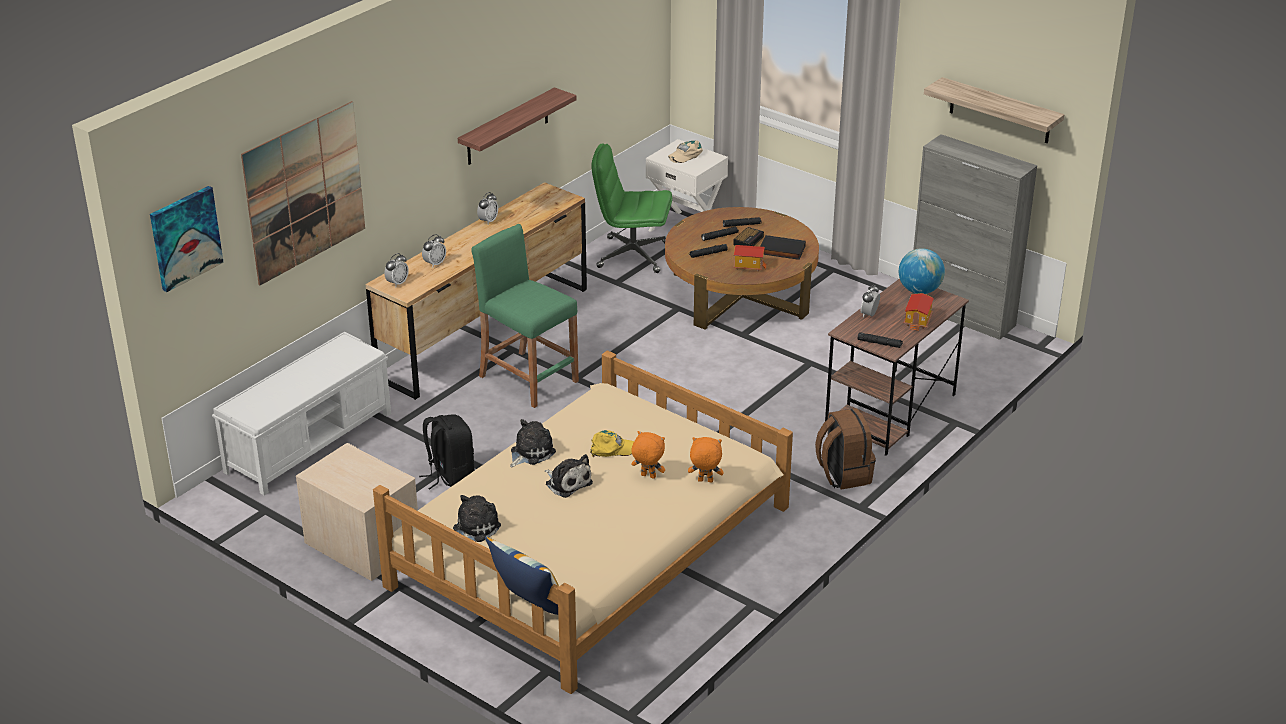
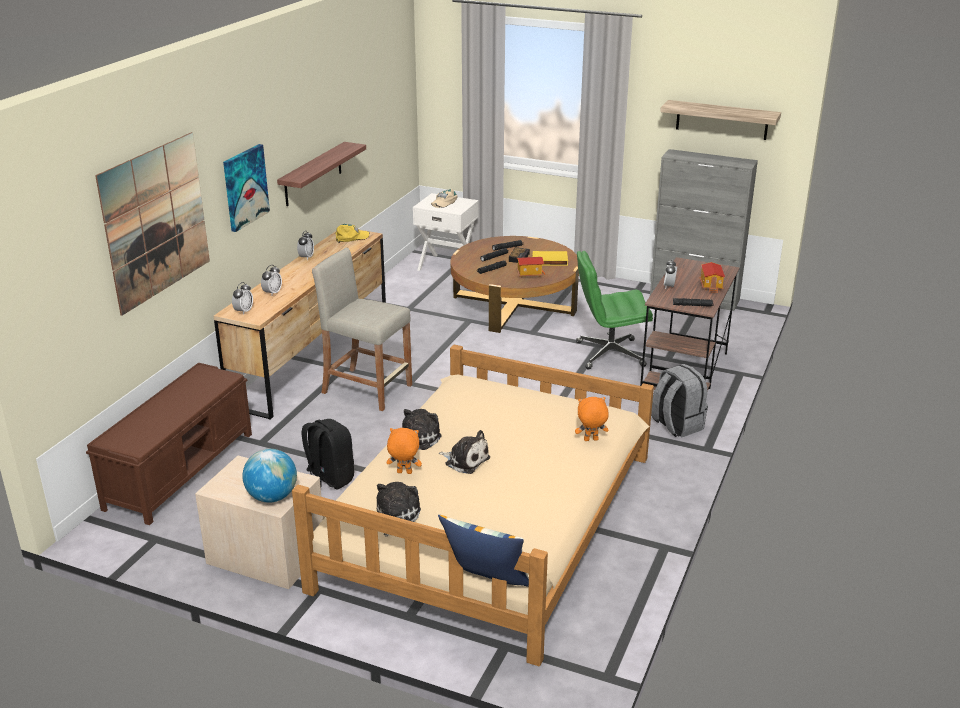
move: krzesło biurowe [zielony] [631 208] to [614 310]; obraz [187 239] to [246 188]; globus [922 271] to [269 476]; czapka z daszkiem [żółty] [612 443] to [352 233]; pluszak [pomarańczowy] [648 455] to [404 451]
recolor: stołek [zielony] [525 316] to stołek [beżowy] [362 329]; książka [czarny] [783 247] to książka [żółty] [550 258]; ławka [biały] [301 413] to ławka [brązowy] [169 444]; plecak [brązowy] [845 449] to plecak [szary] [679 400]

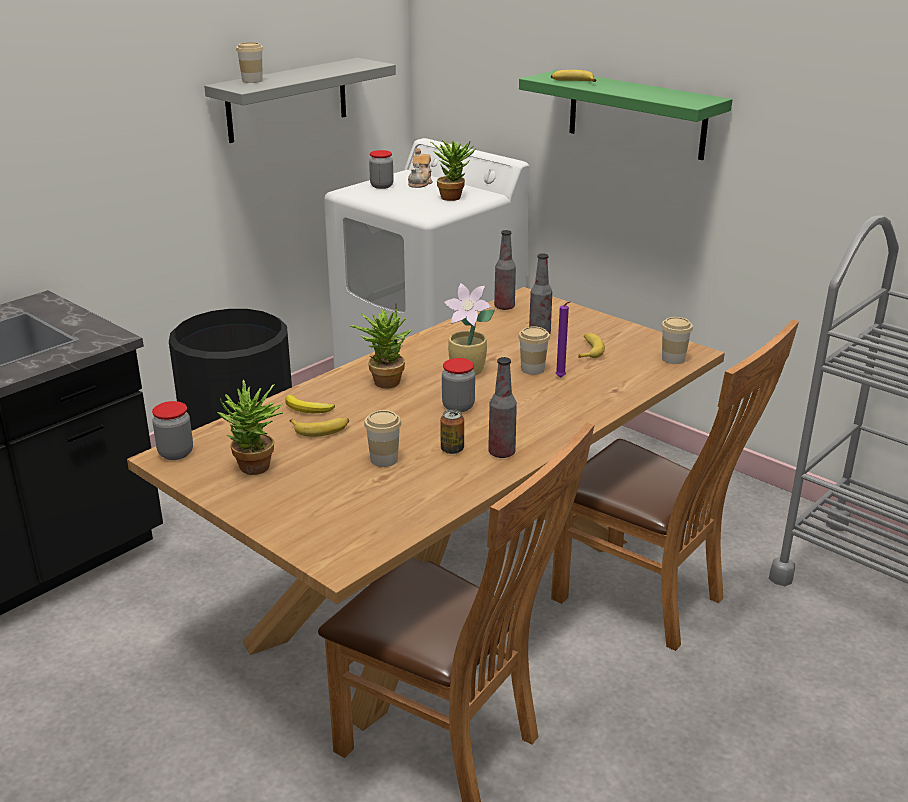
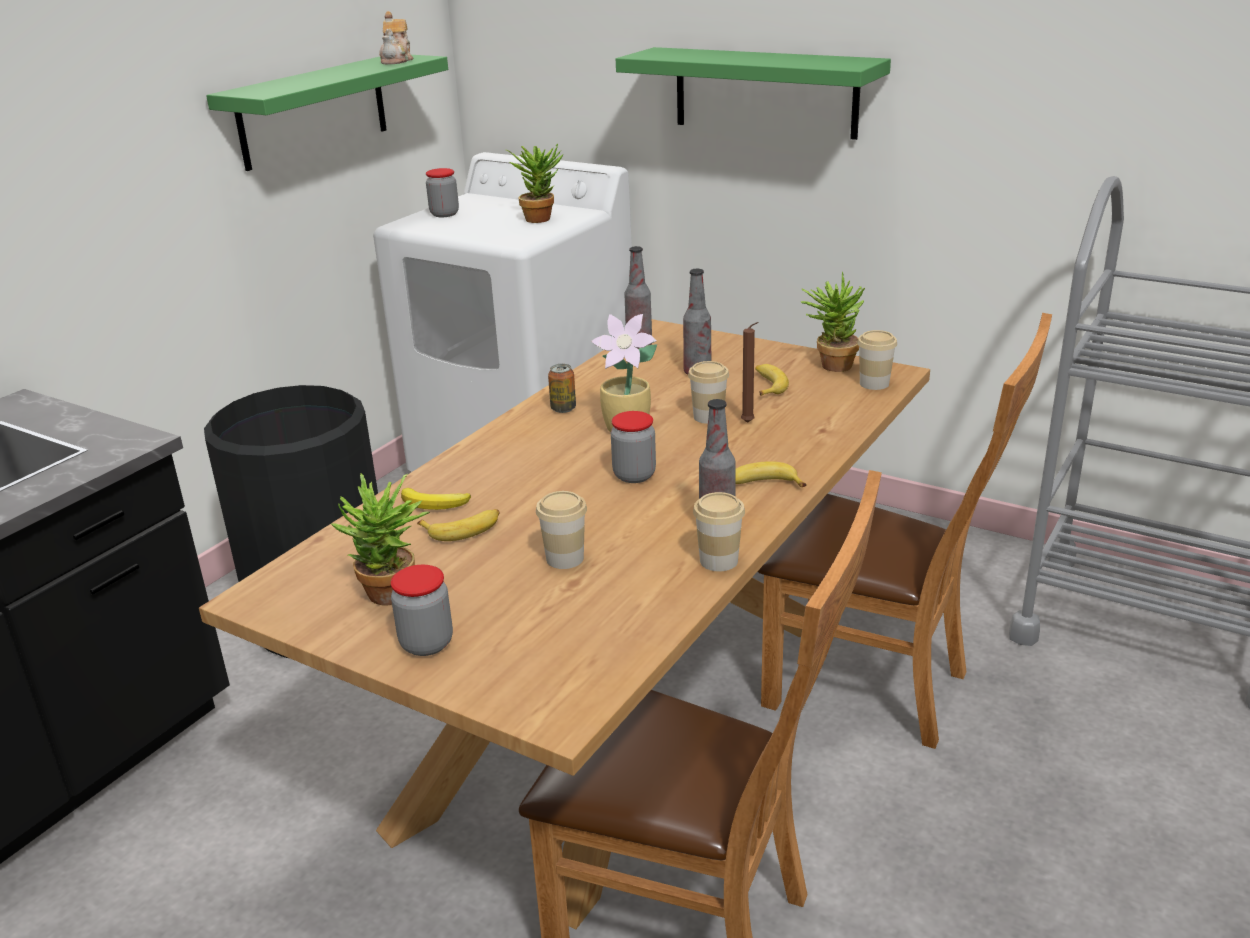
move: filiżanka [249 62] to [719 531]; banan [574 76] to [771 474]; imbryk [420 168] to [396 37]; roślina doniczkowa [381 346] to [833 322]; słoik [172 430] to [422 610]; puszka [452 431] to [562 388]
recolor: półka [szary] [300 100] to półka [zielony] [327 113]; świeca [fioletowy] [562 340] to świeca [brązowy] [750 372]

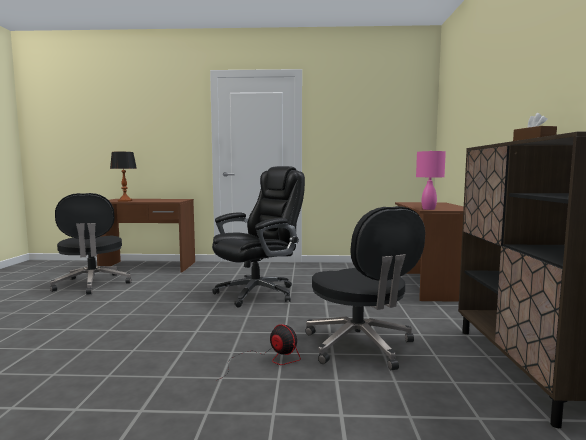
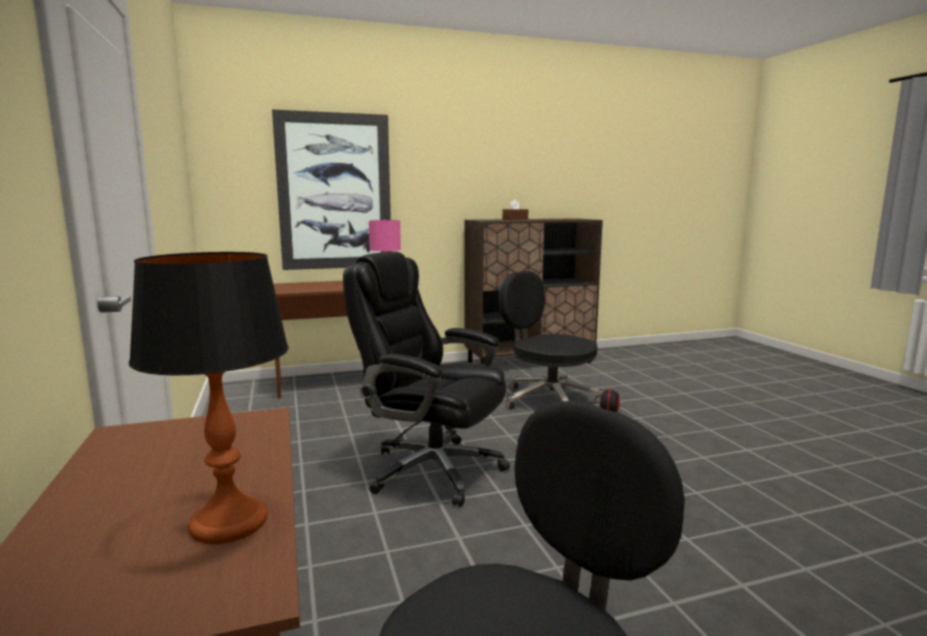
insert: obraz [331 190]
rotate: krzesło biurowe [czarny] [365 288] = [551 340] 90 degrees counterclockwise

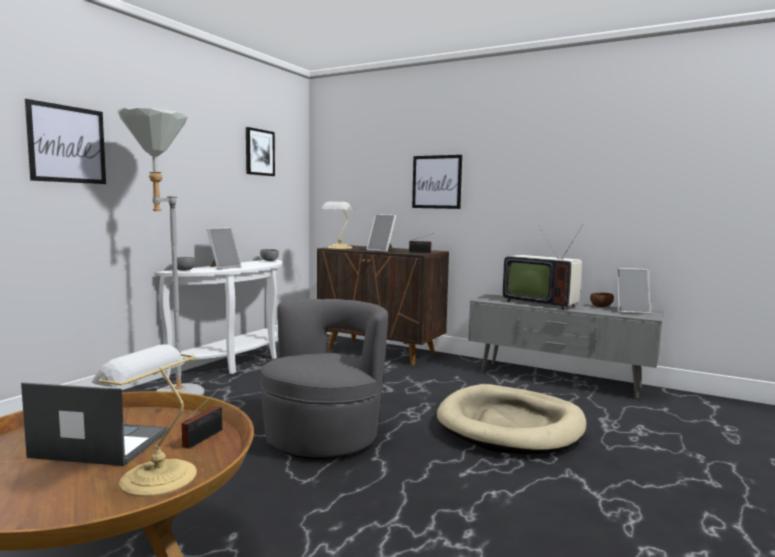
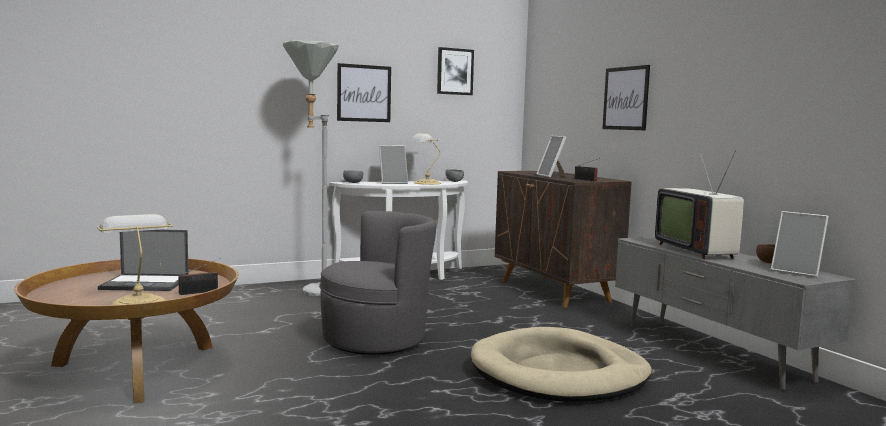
move: obraz [65 141] to [364 92]; lampa stołowa [338 225] to [426 159]
rotate: laptop [94 424] = [143 260] 135 degrees clockwise

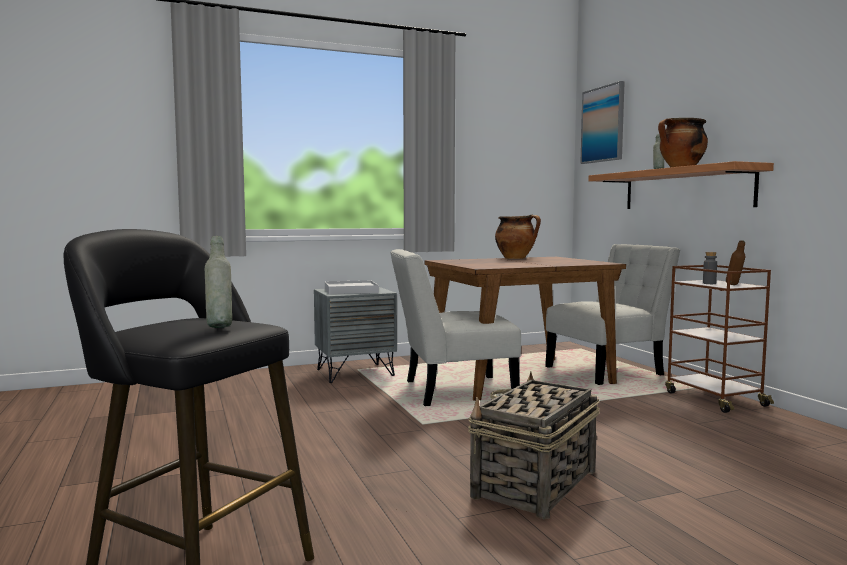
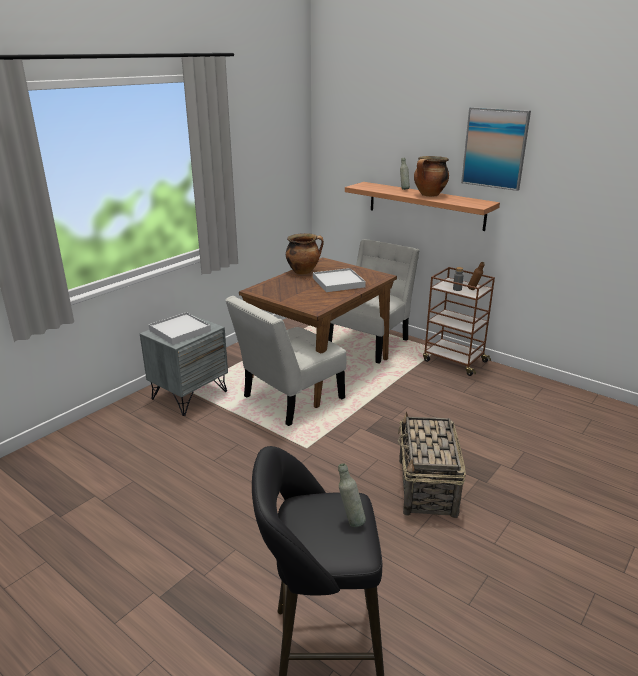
insert: taca [biały] [339 280]
move: obraz [602 122] to [496 149]

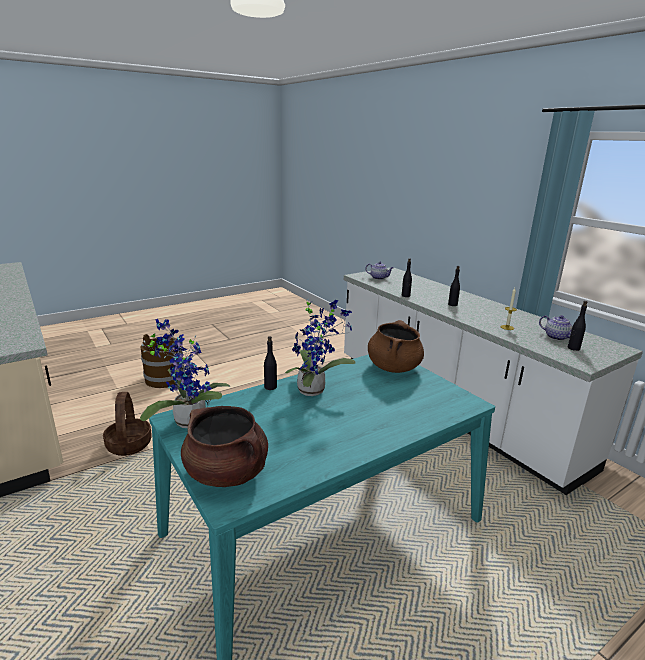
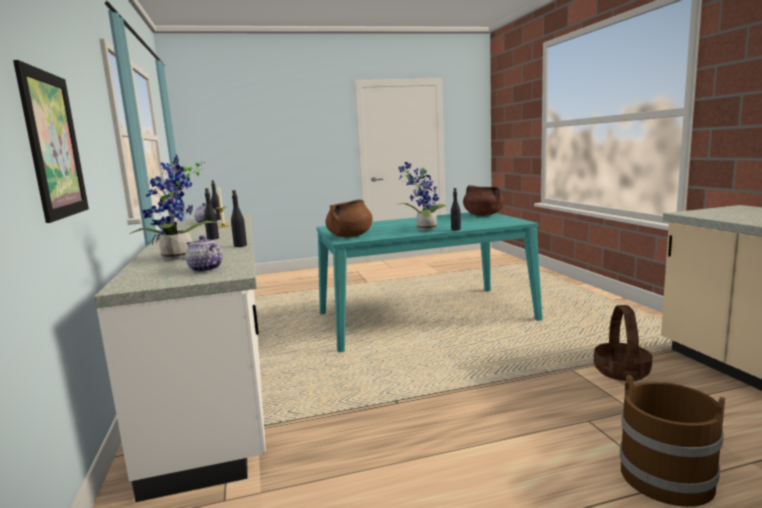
insert: obraz [51 141]
move: roślina doniczkowa [185 373] to [177 207]

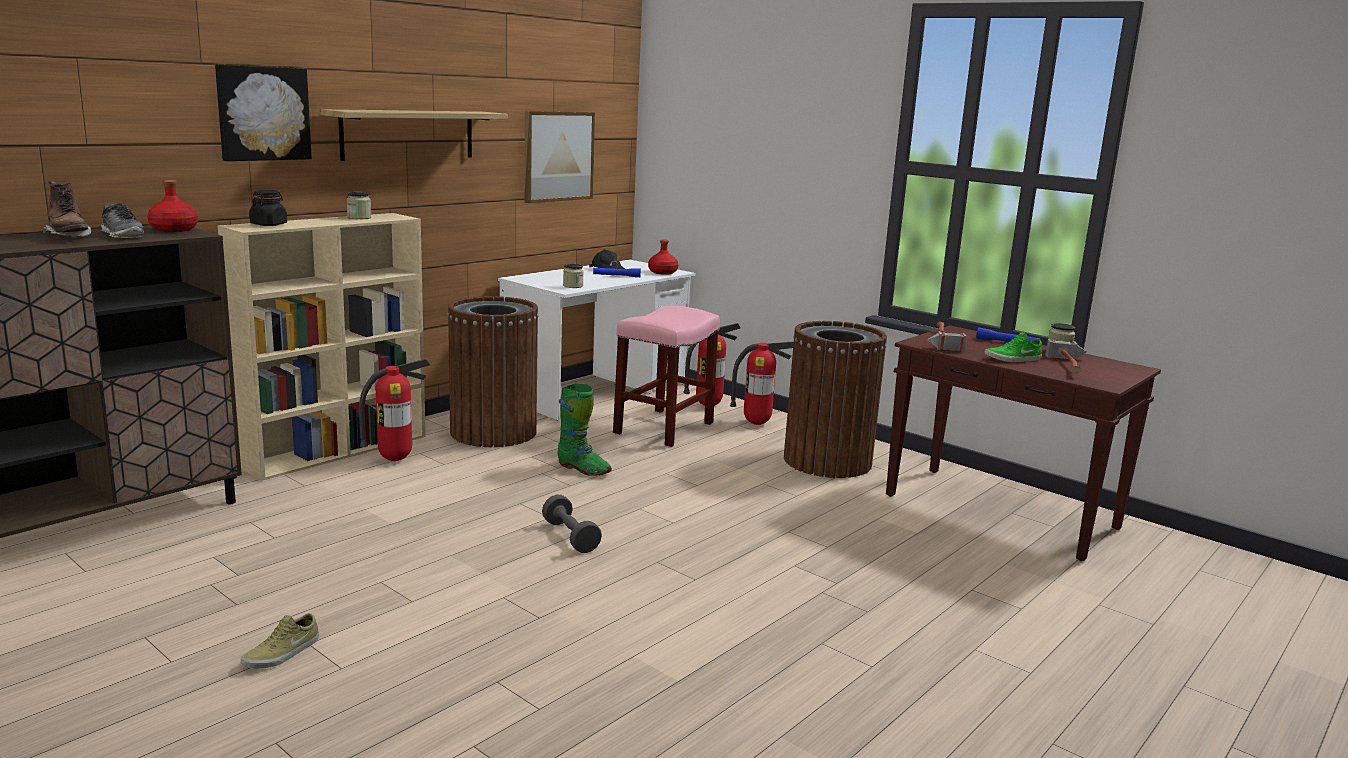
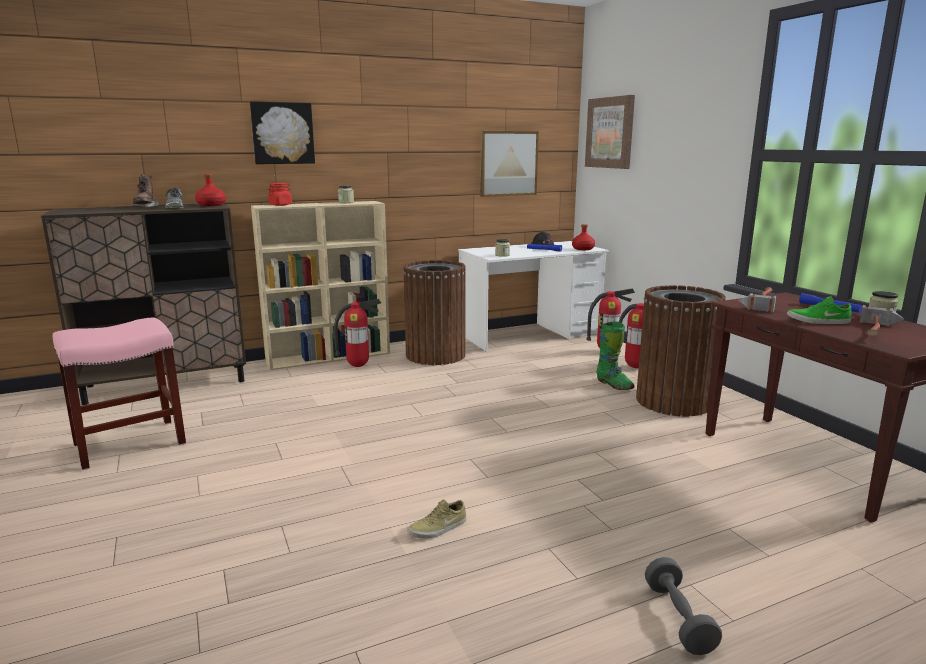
delete: półka [414 135]
insert: obraz [610 132]
move: stołek [różowy] [666 377] to [119 394]; but z cholewką [zielony] [584 429] to [615 355]; hantel [szary] [572 524] to [683 606]; but [beżowy] [280 640] to [437 519]
recolor: słoik [czarny] [268 208] to słoik [czerwony] [280 194]

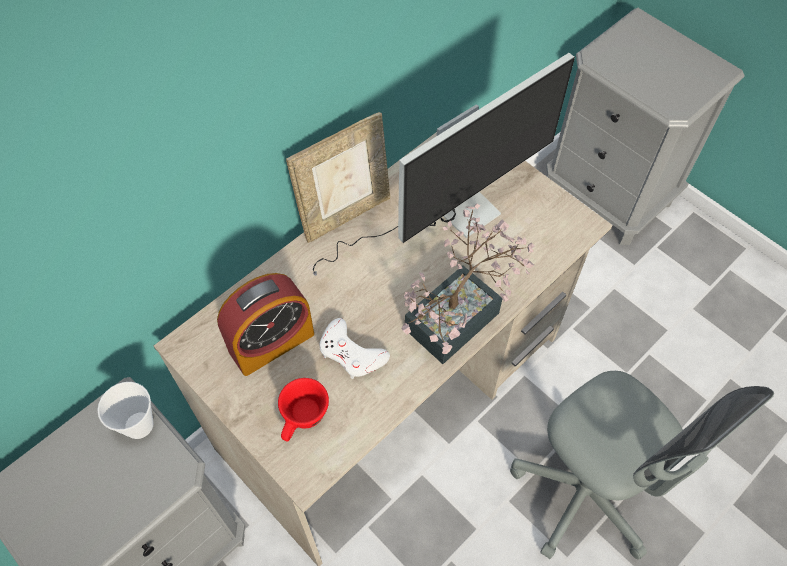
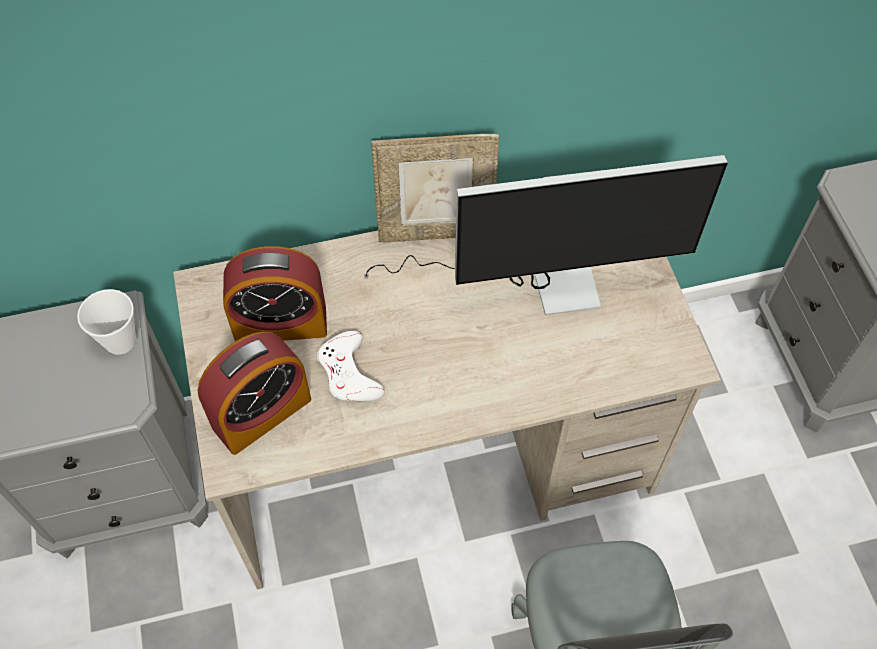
delete: roślina doniczkowa [468 284]
replace: filiżanka [czerwony] [303 409] to budzik [254 393]

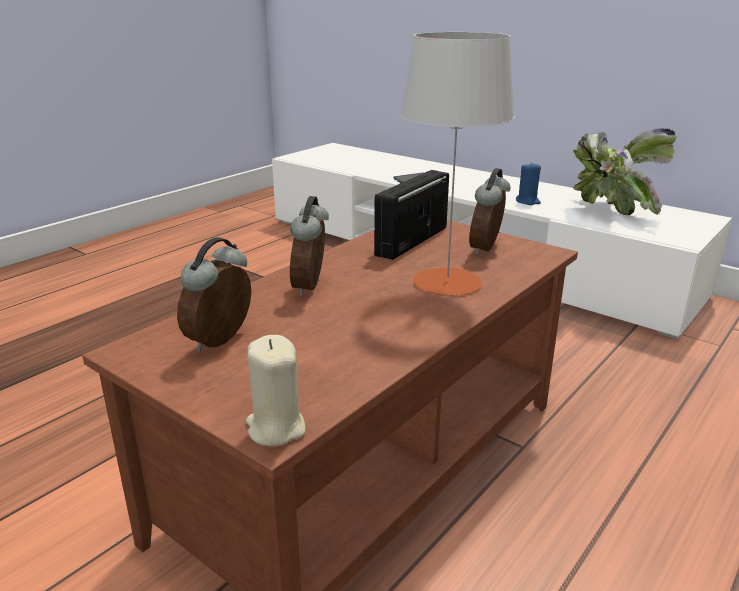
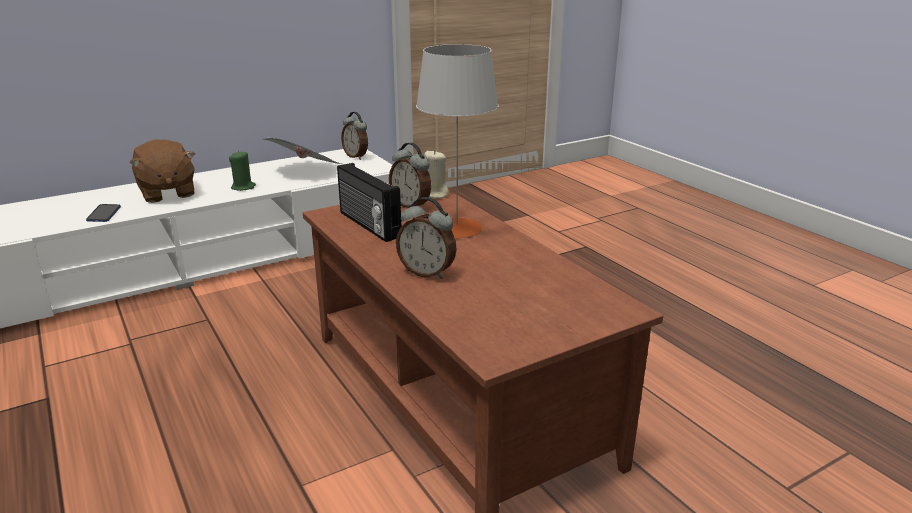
insert: pluszak [brązowy] [162 171]
move: budzik [214 294] to [354 136]; świeca [beżowy] [276 391] to [436 174]
replace: roślina doniczkowa [625 172] to gazeta [303 151]
recolor: świeca [niebieski] [528 183] to świeca [zielony] [242 171]

